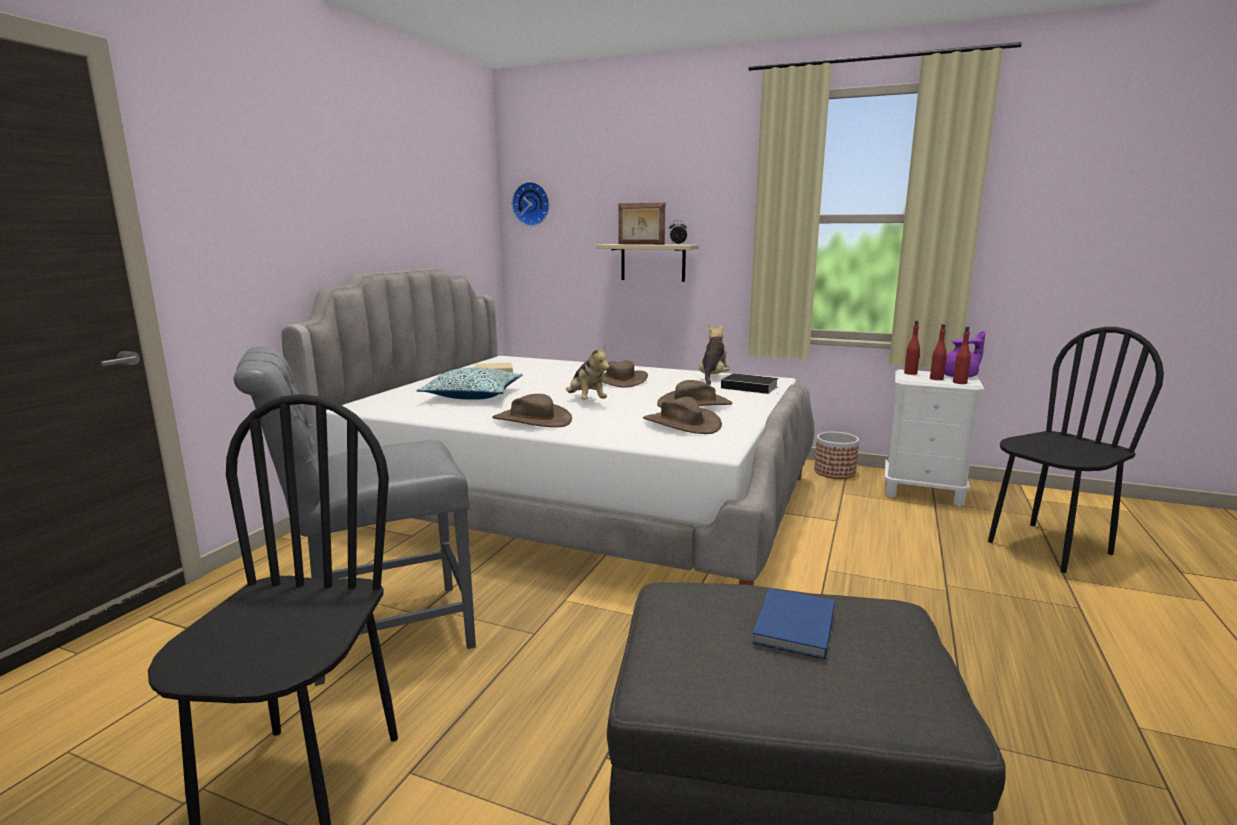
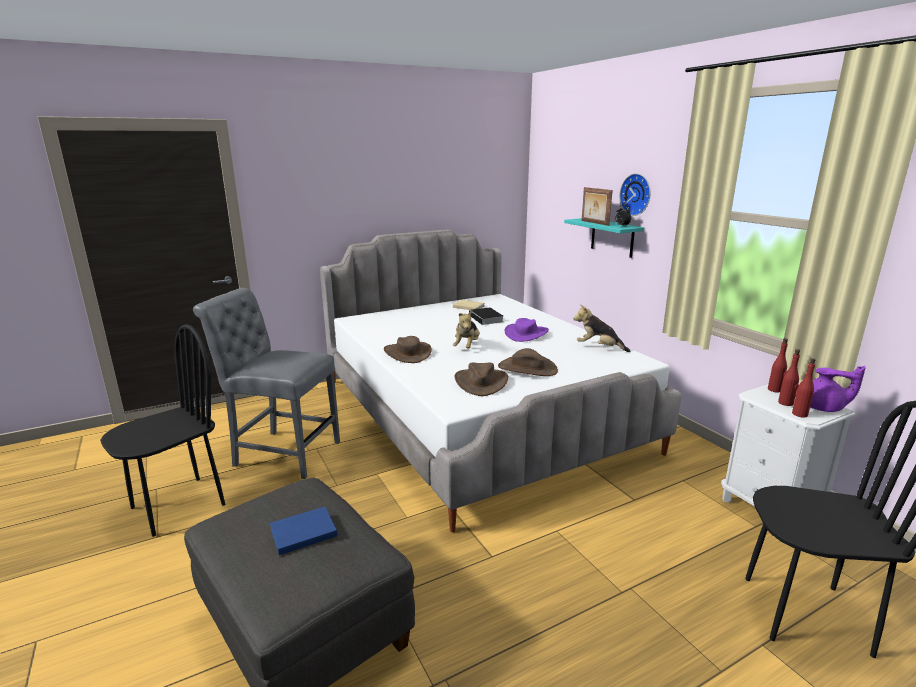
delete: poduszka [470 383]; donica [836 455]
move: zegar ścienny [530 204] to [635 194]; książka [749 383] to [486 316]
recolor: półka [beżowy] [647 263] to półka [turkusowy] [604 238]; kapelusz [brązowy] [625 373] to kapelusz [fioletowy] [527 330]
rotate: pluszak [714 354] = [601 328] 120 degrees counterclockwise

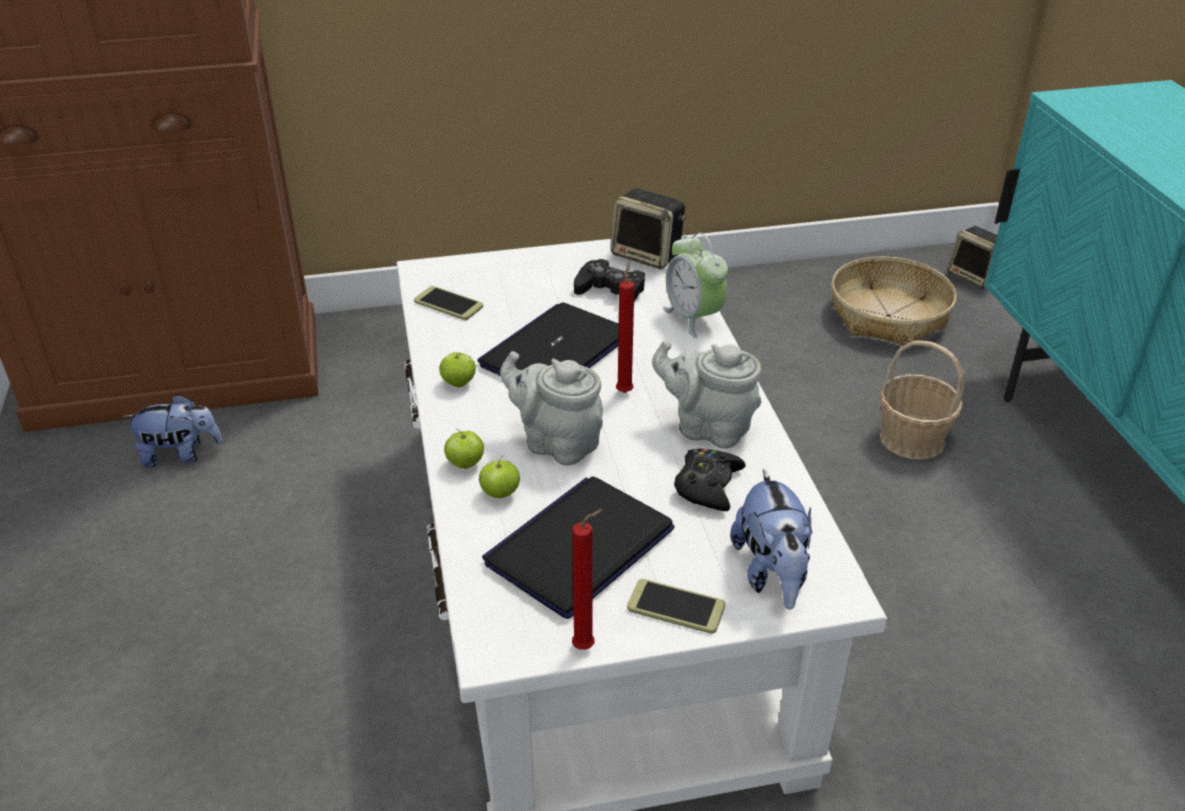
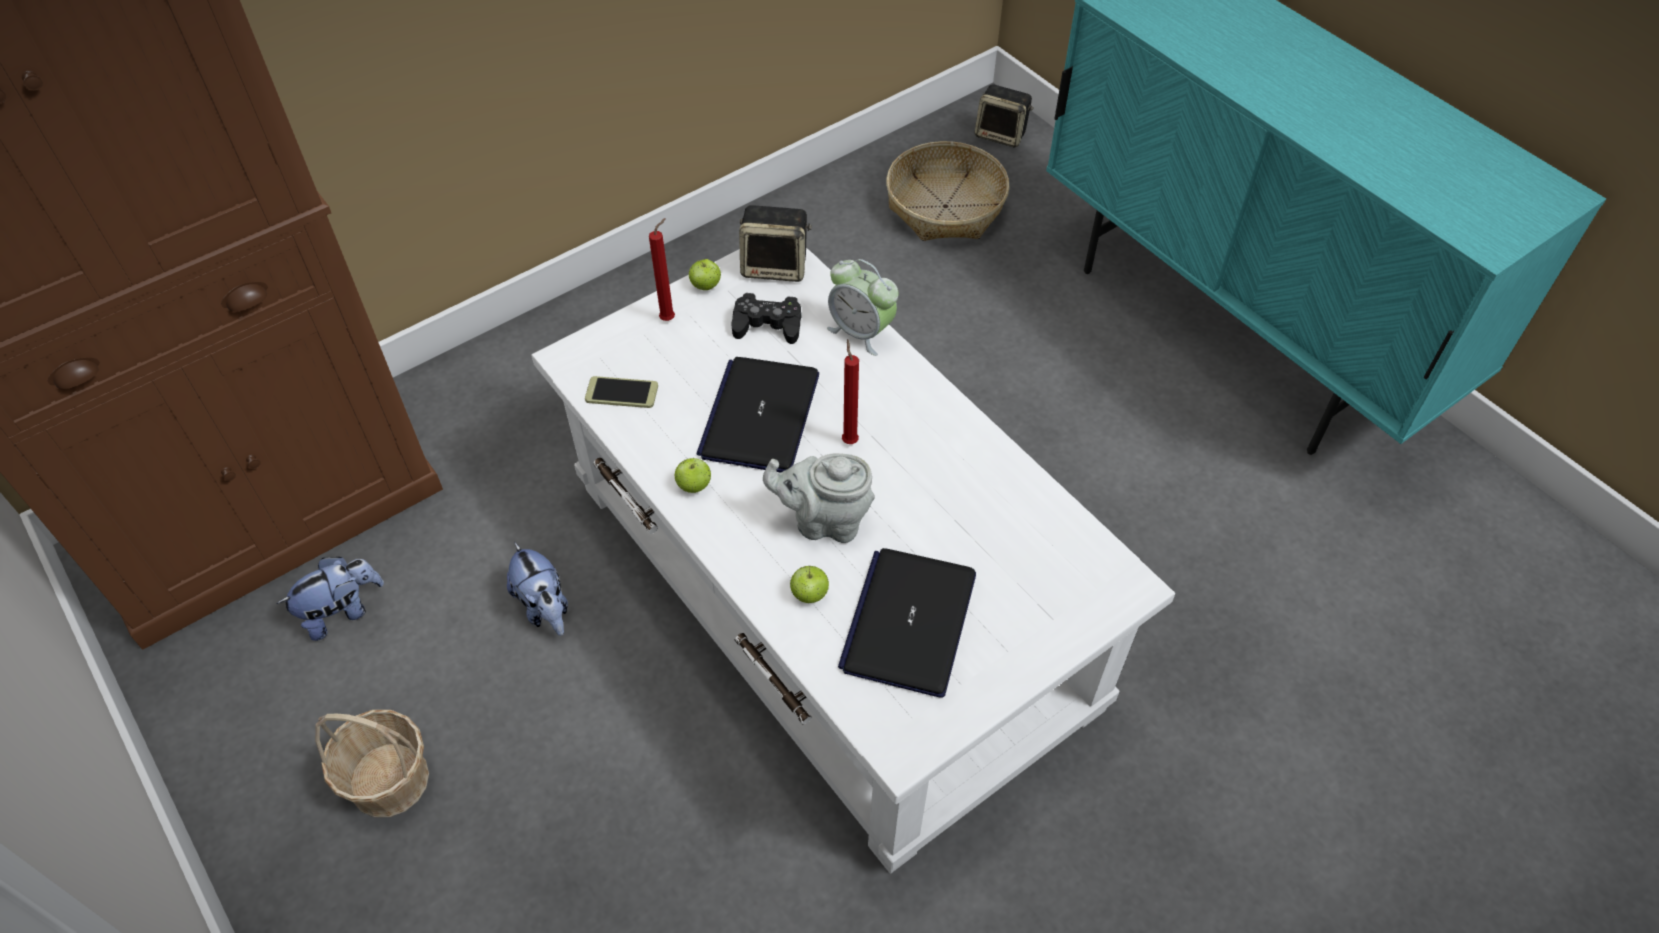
delete: imbryk [szary] [706 394]; pad do gier [czarny] [710 479]; telefon [676 606]
move: koszyk [922 400] to [372 763]; jabłko [464 448] to [705 274]; pluszak [771 539] to [537 589]; świeca [czerwony] [587 579] to [662 269]

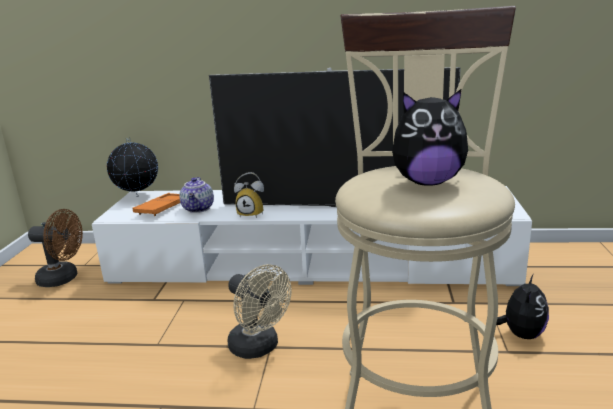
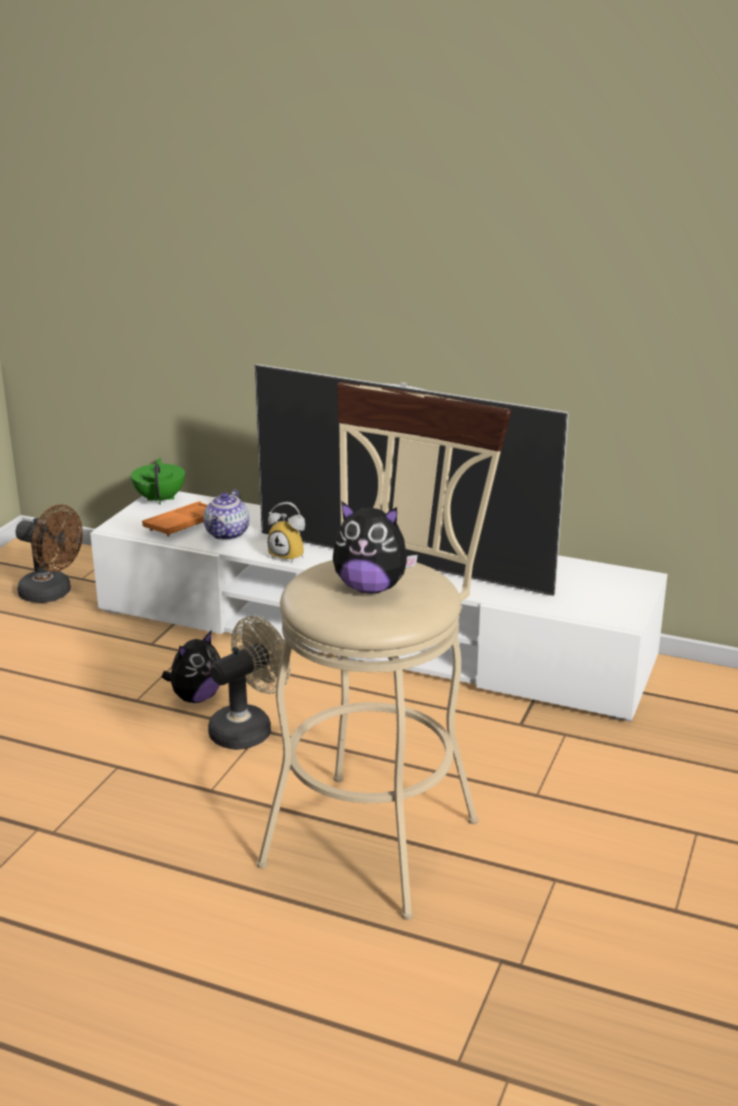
move: pluszak [522 307] to [191 666]
replace: globus [132 167] to imbryk [zielony] [158 481]
rotate: wentylator [beżowy] [259 311] = [249 683] 105 degrees counterclockwise

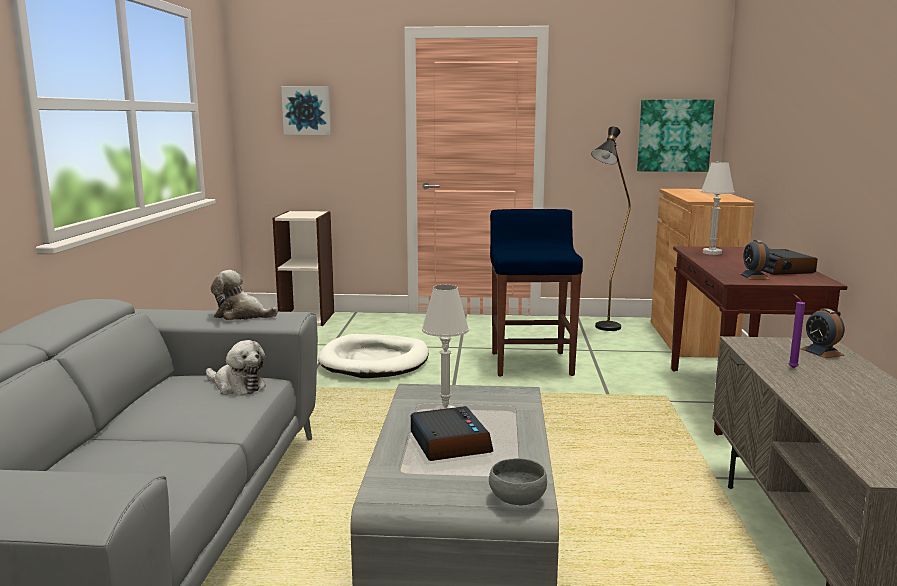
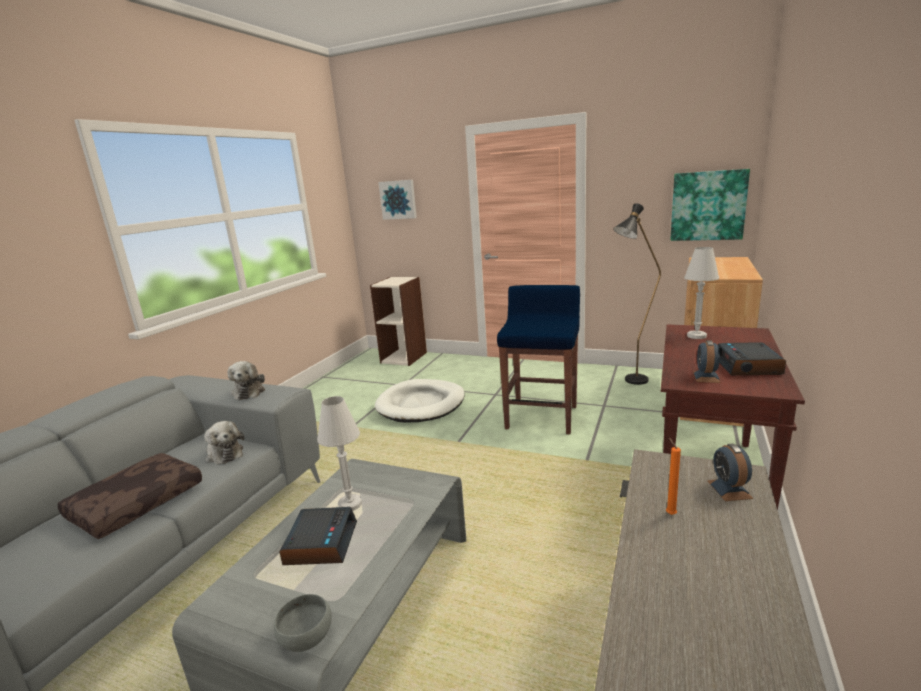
insert: poduszka [brązowy] [130 496]
recolor: świeca [fioletowy] [797 331] to świeca [pomarańczowy] [673 476]
rotate: pluszak [244 295] = [246 380] 135 degrees counterclockwise

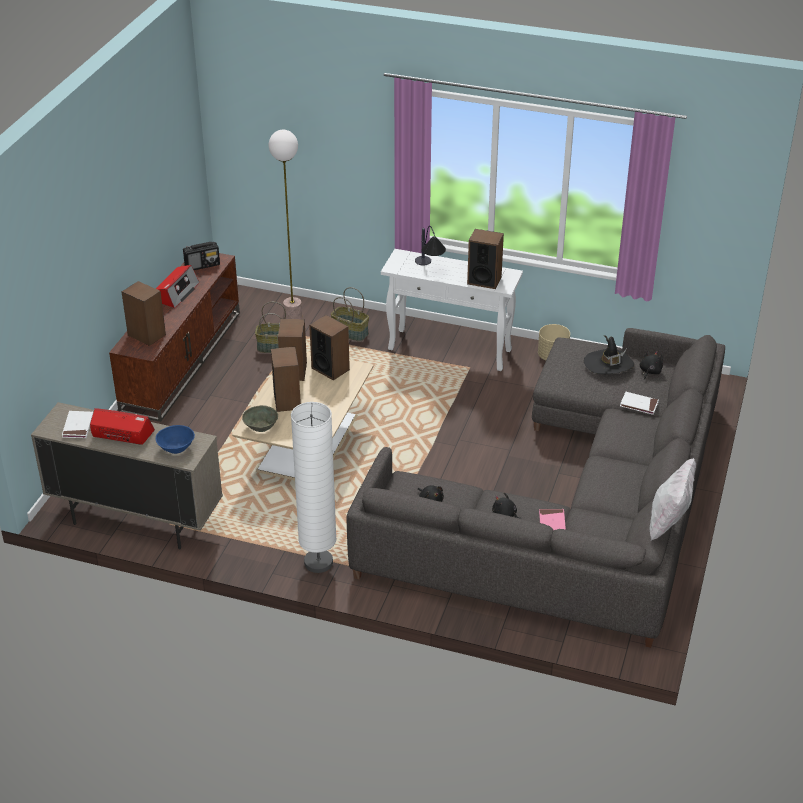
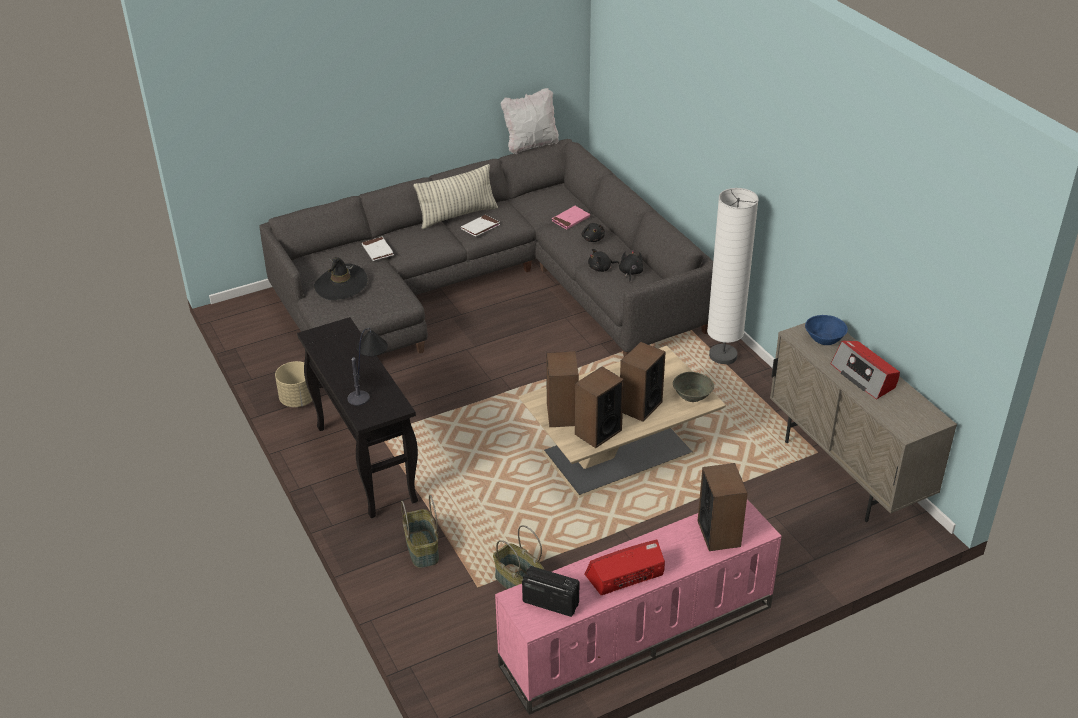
delete: lampa stojąca [285 224]; głośnik [485 259]
insert: poduszka [456 196]
move: pluszak [czarny] [651 365] to [603 260]; książka [biały] [77 424] to [480 226]
recolor: stolik konsolowy [biały] [452 310] to stolik konsolowy [czarny] [357 417]; szafka pod telewizor [brązowy] [174 337] to szafka pod telewizor [różowy] [638 607]

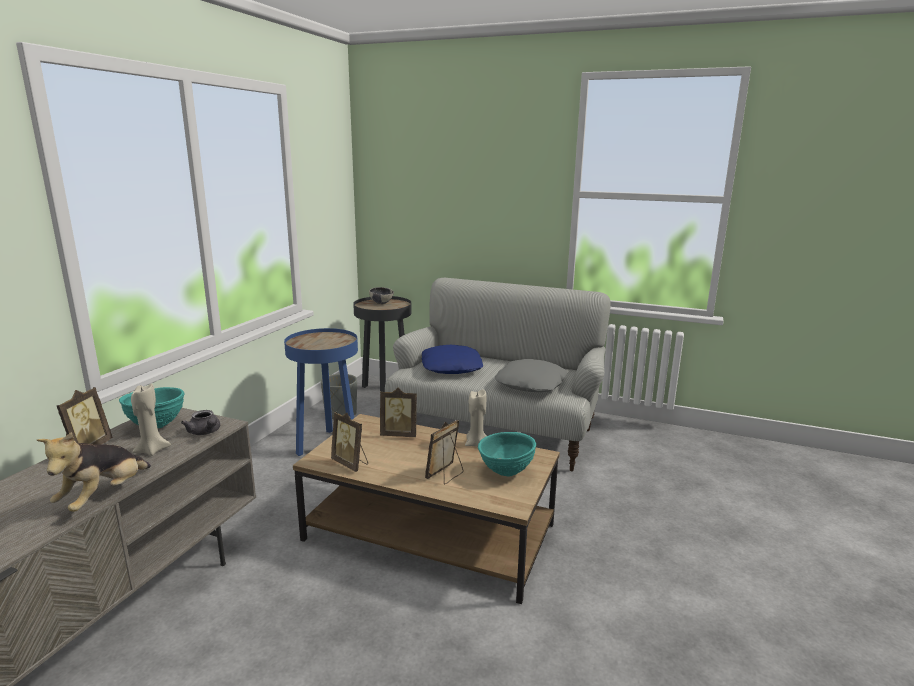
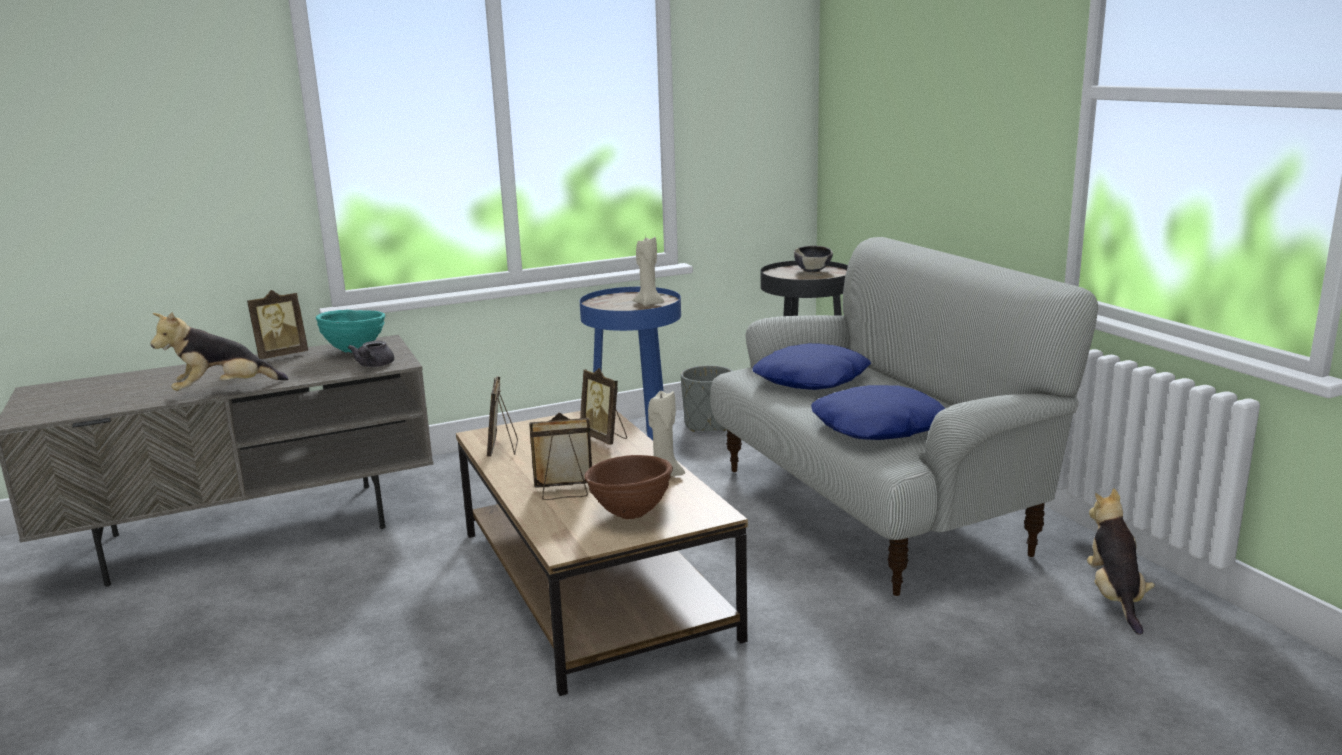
insert: pluszak [1121 562]
move: świeca [beżowy] [151 420] to [648 271]
recolor: poduszka [szary] [531 375] to poduszka [niebieski] [878 412]; miska [turkusowy] [507 454] to miska [brązowy] [629 487]

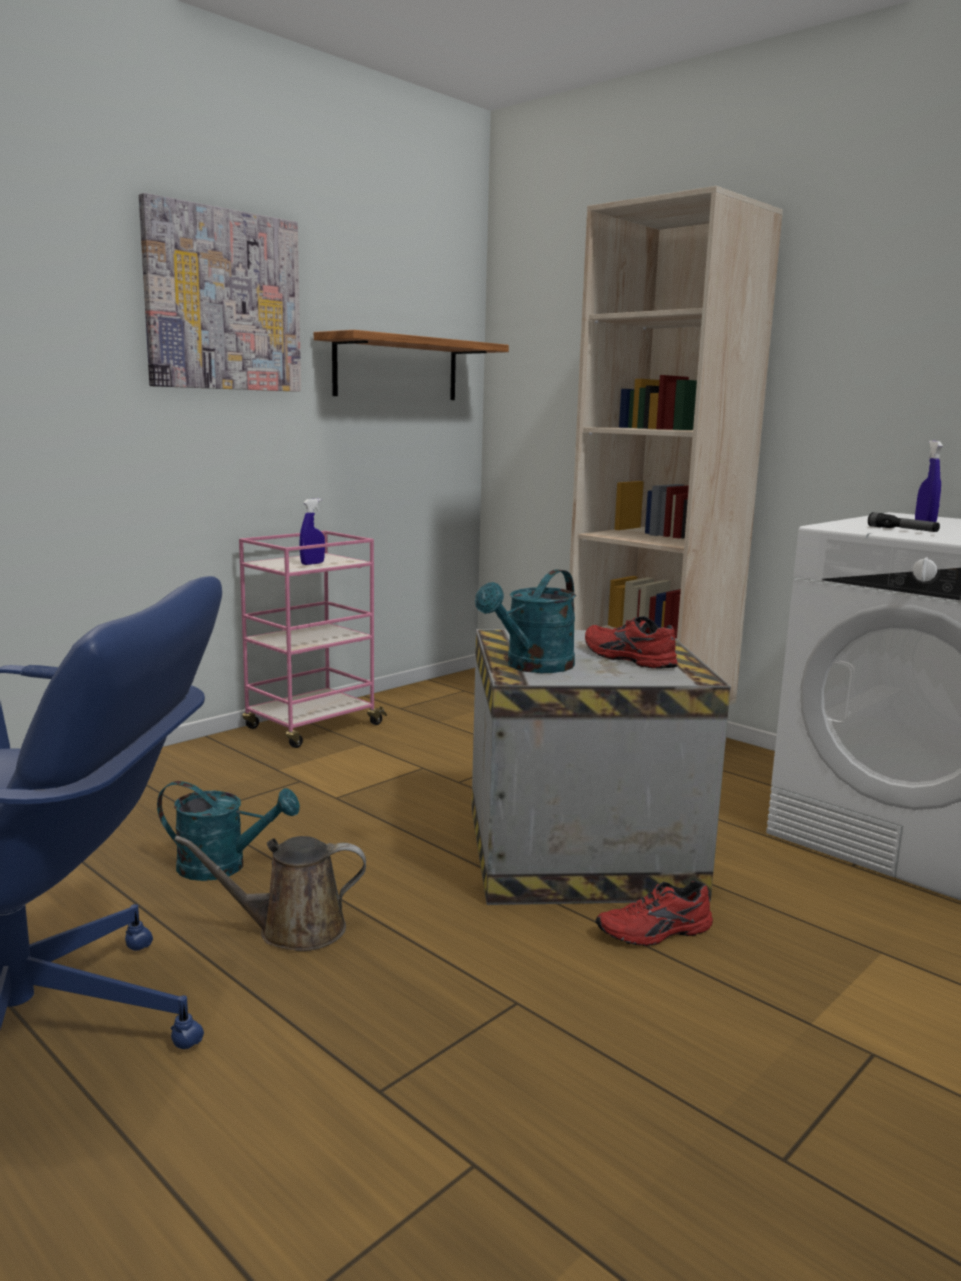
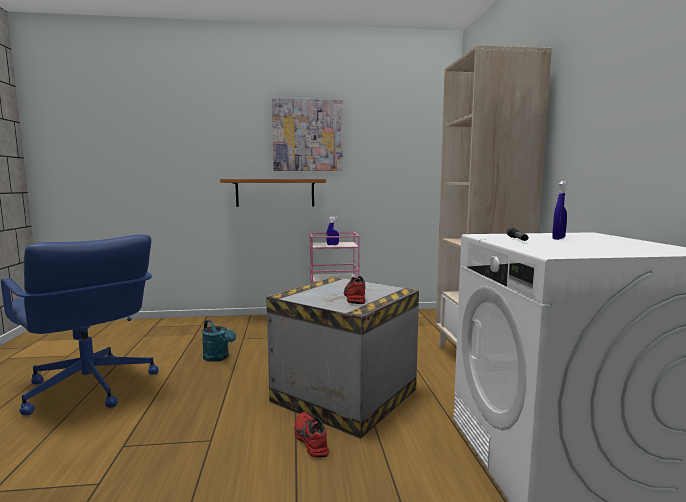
delete: konewka [turkusowy] [525 621]; konewka [brązowy] [270 893]
move: półka [411 365] to [273 193]
rotate: but [czerwony] [654 913] = [311 434] 45 degrees clockwise

